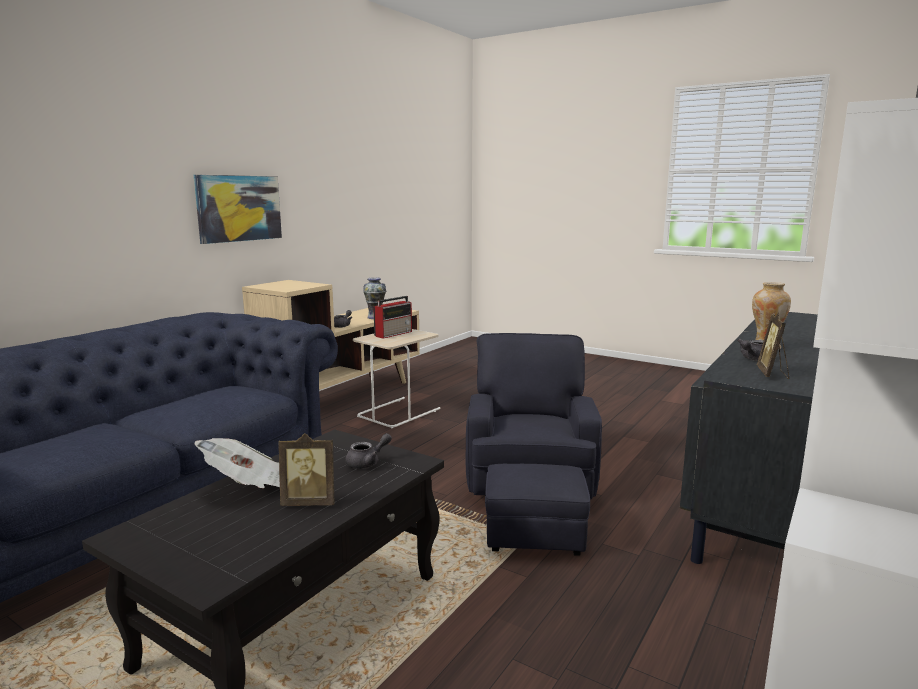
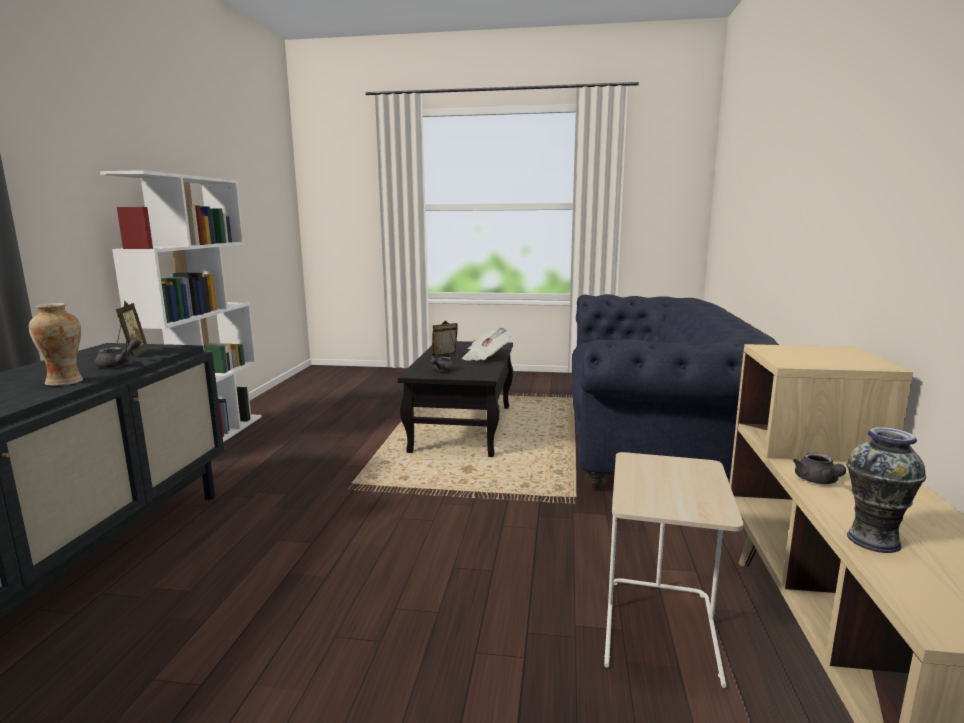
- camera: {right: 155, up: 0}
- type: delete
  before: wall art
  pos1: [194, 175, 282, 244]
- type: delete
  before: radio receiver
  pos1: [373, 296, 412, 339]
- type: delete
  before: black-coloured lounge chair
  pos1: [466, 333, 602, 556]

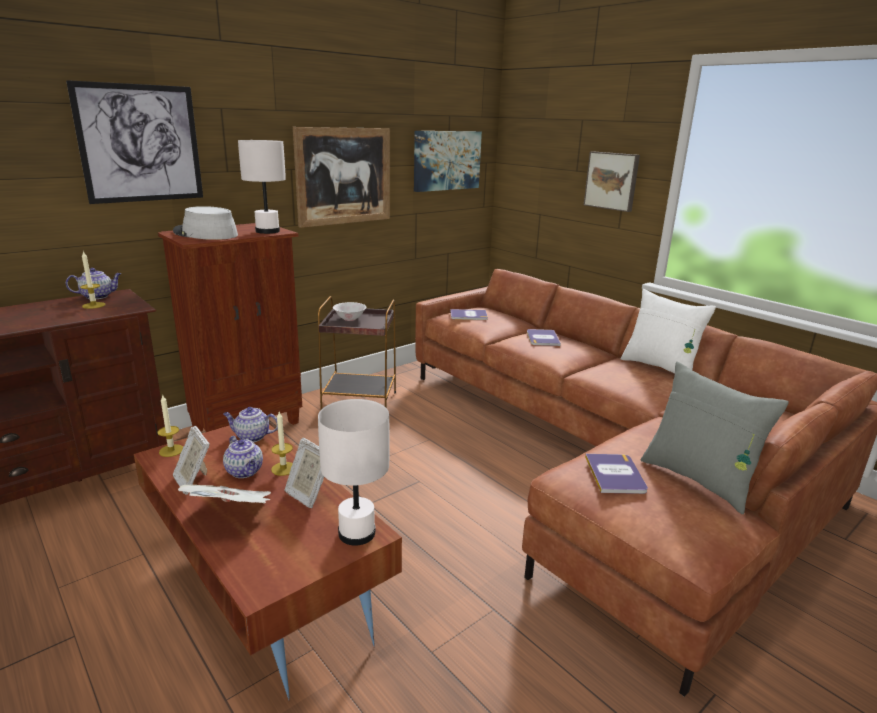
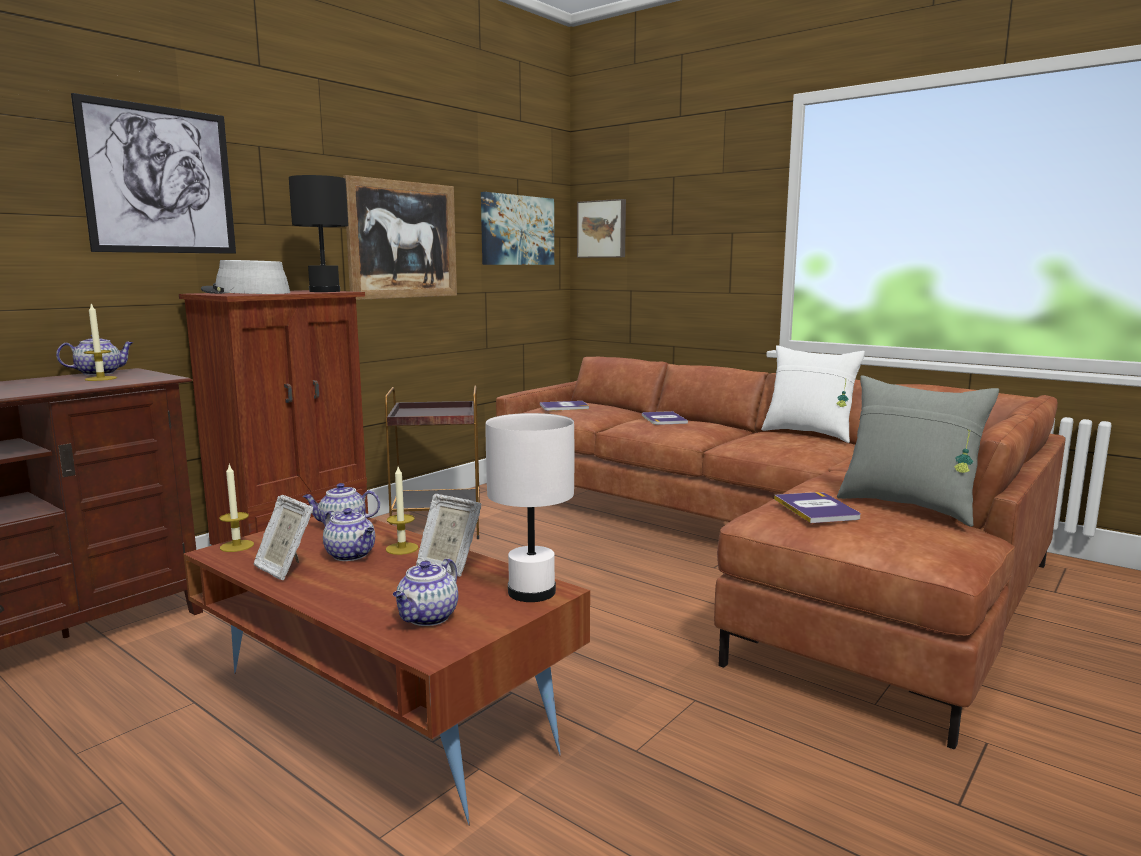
- camera: {right: -10, up: -10}
- type: delete
  before: daily paper
  pos1: [178, 485, 271, 503]
- type: recolor
  before: whitish table lamp
  after: black-coloured table lamp
  pos1: [238, 140, 286, 234]
  pos2: [289, 175, 348, 292]
- type: delete
  before: whitish bowl
  pos1: [333, 302, 367, 321]
- type: move
  before: wall art
  pos1: [584, 151, 640, 212]
  pos2: [577, 199, 626, 258]
- type: insert
  after: teapot
  pos2: [393, 558, 458, 626]

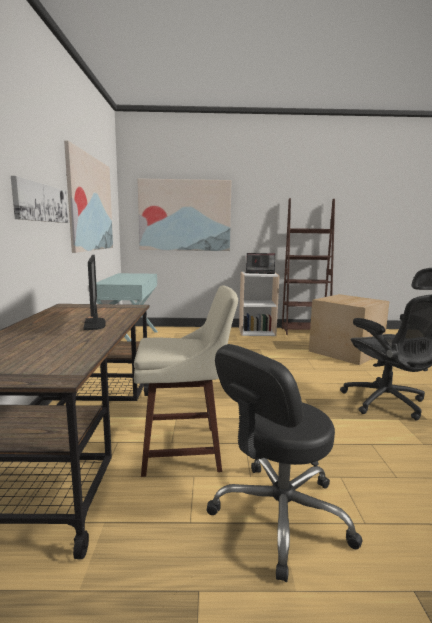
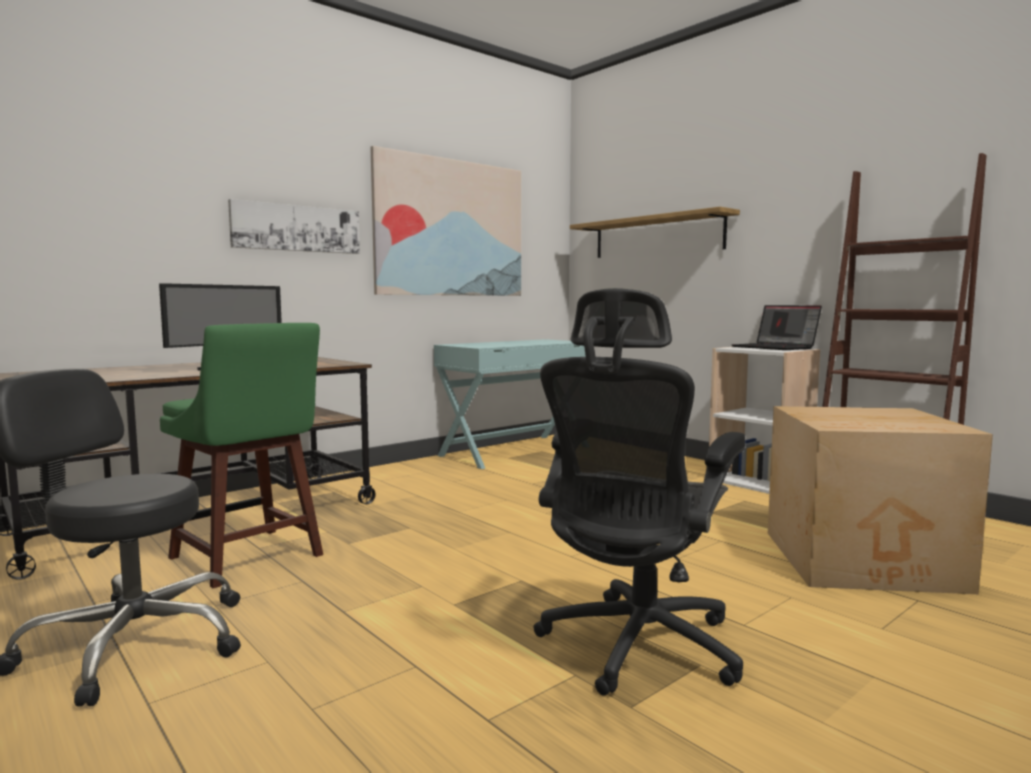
- camera: {right: 50, up: -5}
- type: recolor
  before: sand-coloured stool
  after: greenish stool
  pos1: [134, 285, 238, 477]
  pos2: [160, 323, 323, 588]
- type: replace
  before: wall art
  after: shelf
  pos1: [138, 179, 231, 251]
  pos2: [570, 207, 740, 258]

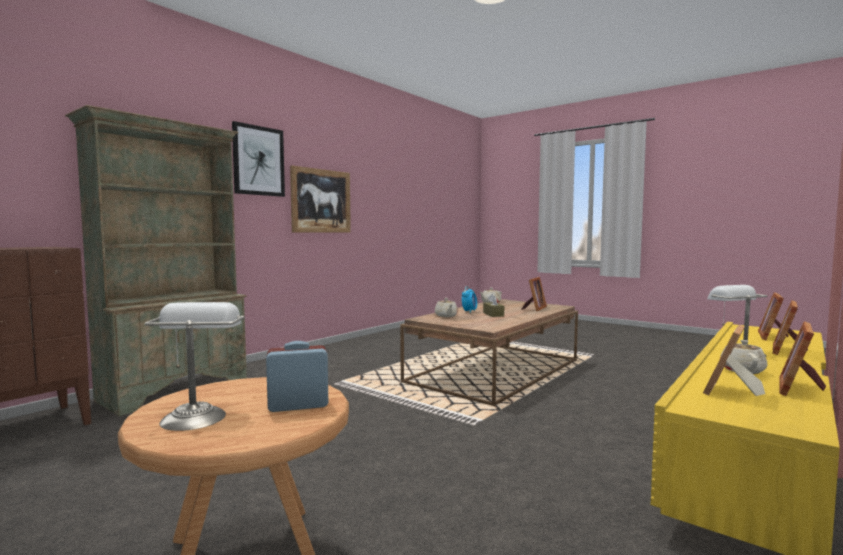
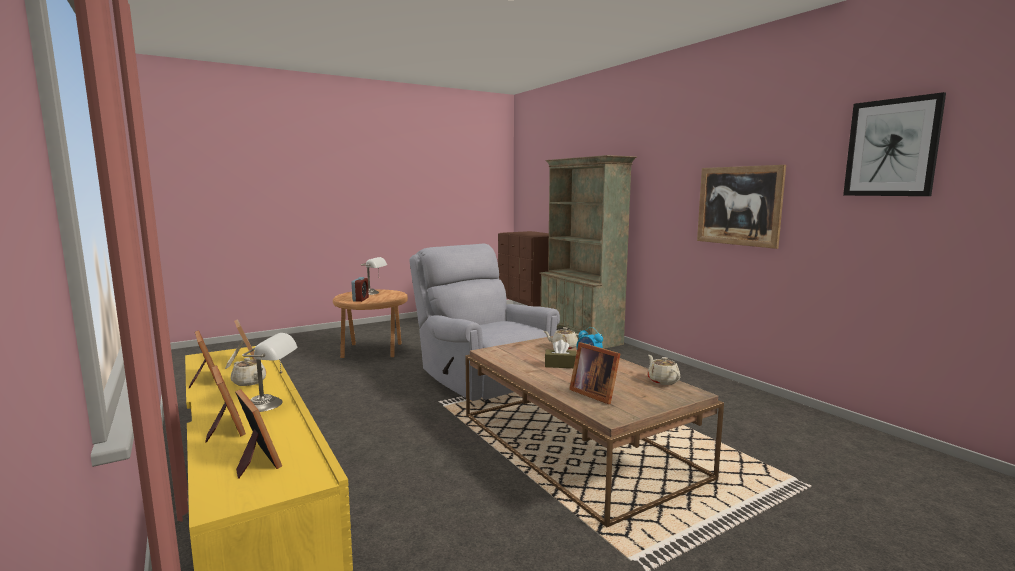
- camera: {right: 110, up: 5}
- type: move
  before: wall art
  pos1: [232, 121, 285, 197]
  pos2: [843, 92, 946, 196]
- type: insert
  after: greyish lounge chair
  pos2: [409, 244, 560, 403]

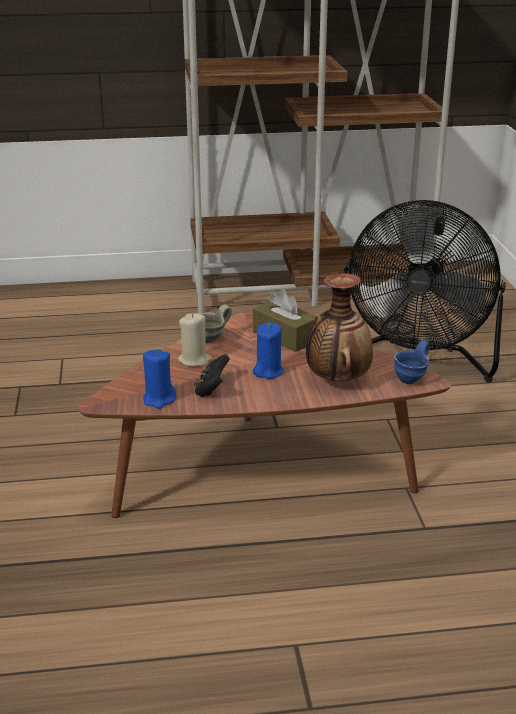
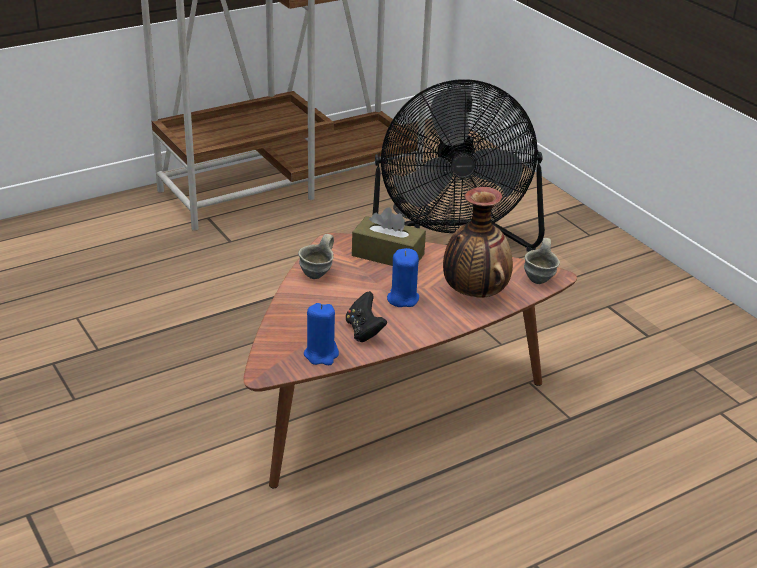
- camera: {right: -25, up: 5}
- type: delete
  before: sand-coloured wax light
  pos1: [178, 313, 212, 366]
- type: recolor
  before: blue-coloured mug
  after: greyish mug
  pos1: [394, 340, 430, 384]
  pos2: [524, 238, 560, 284]

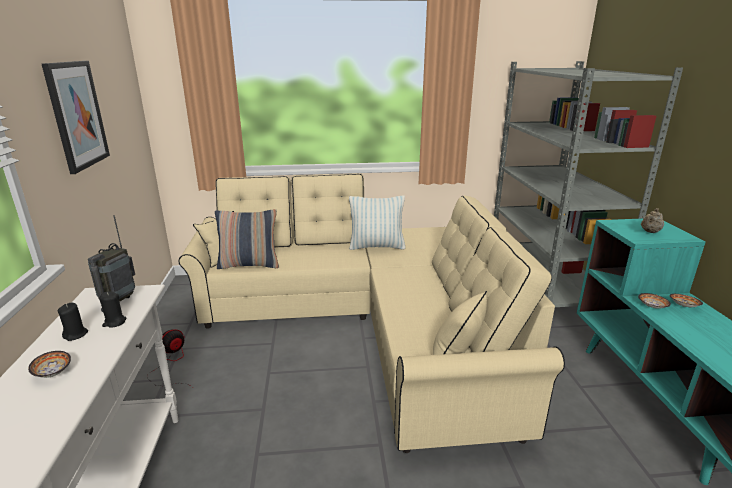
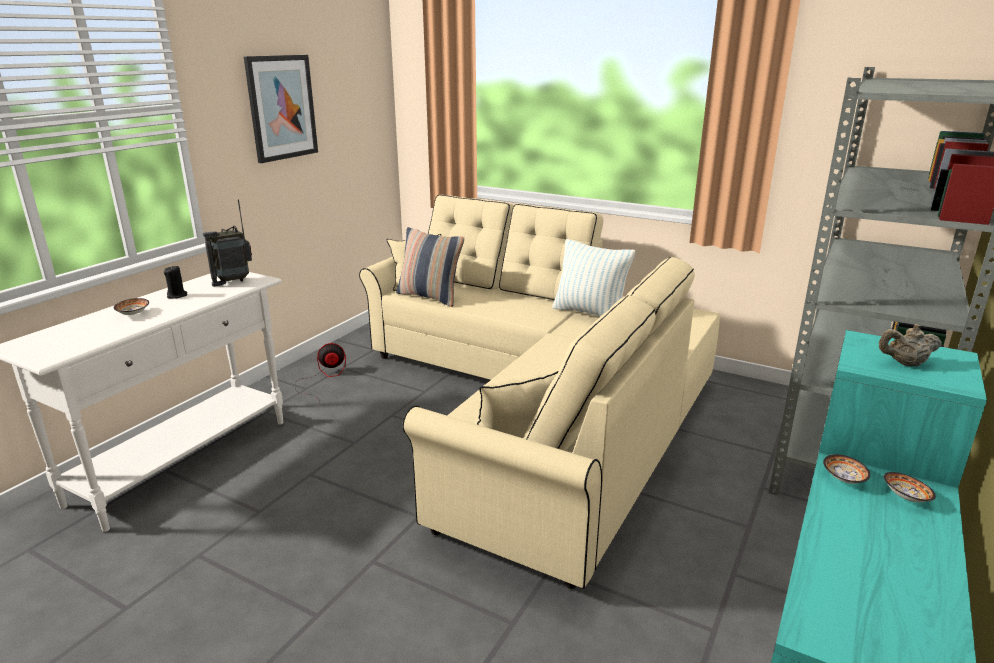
- camera: {right: 35, up: 0}
- type: delete
  before: black-coloured wax light
  pos1: [99, 292, 127, 327]

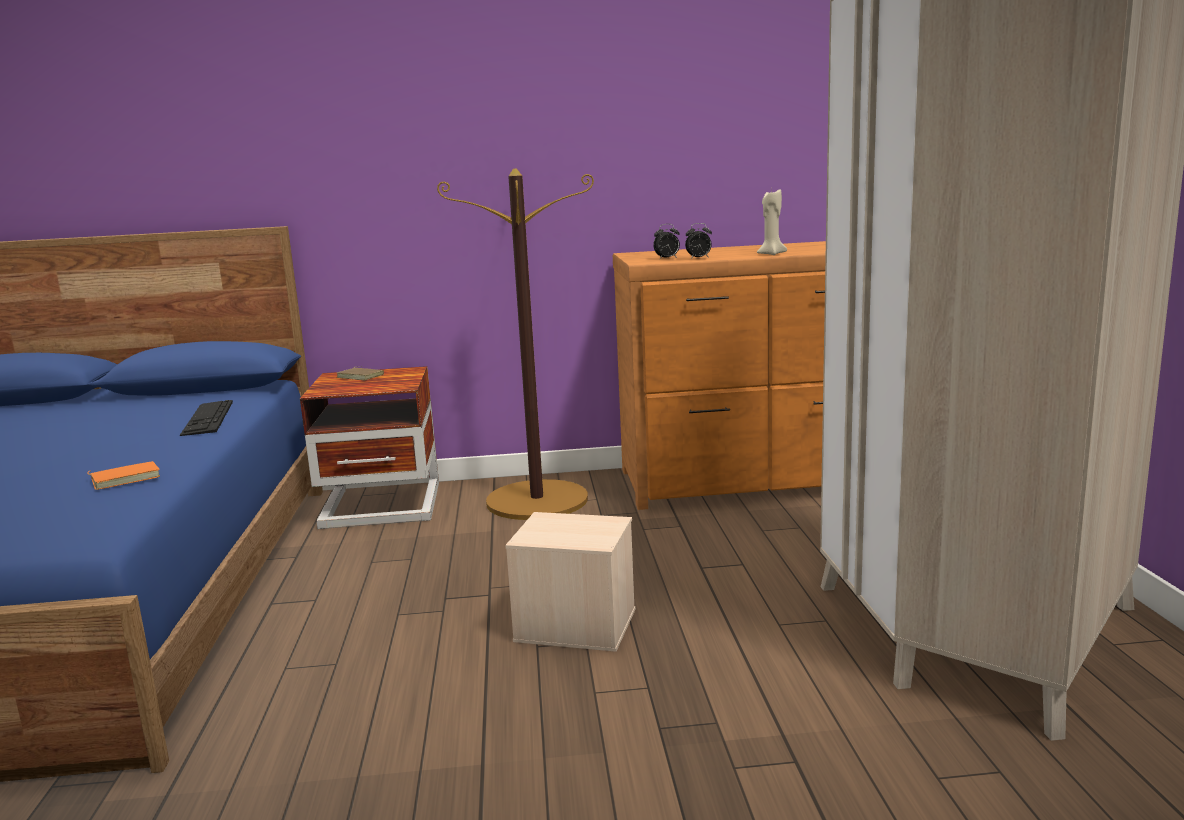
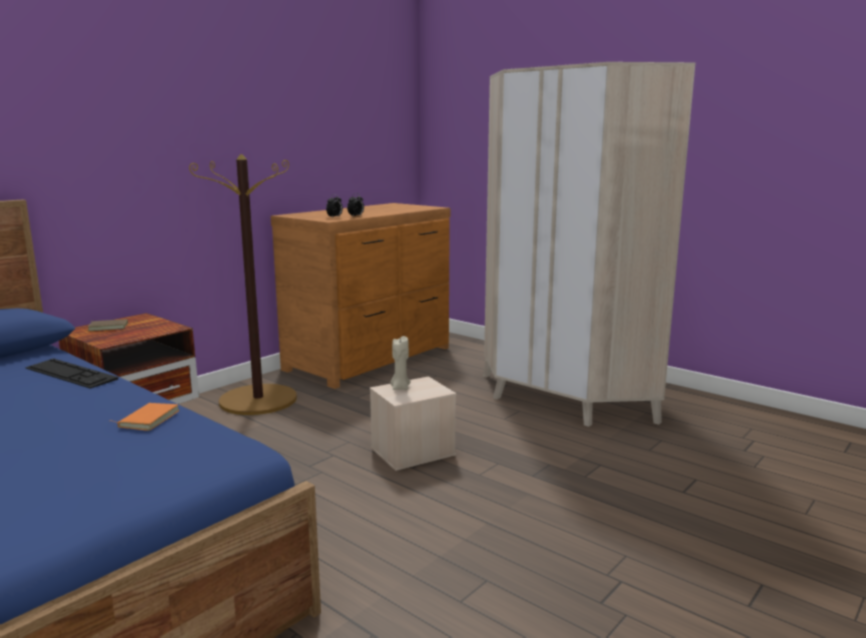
- camera: {right: -45, up: 0}
- type: move
  before: sand-coloured wax light
  pos1: [757, 189, 787, 255]
  pos2: [390, 336, 411, 390]

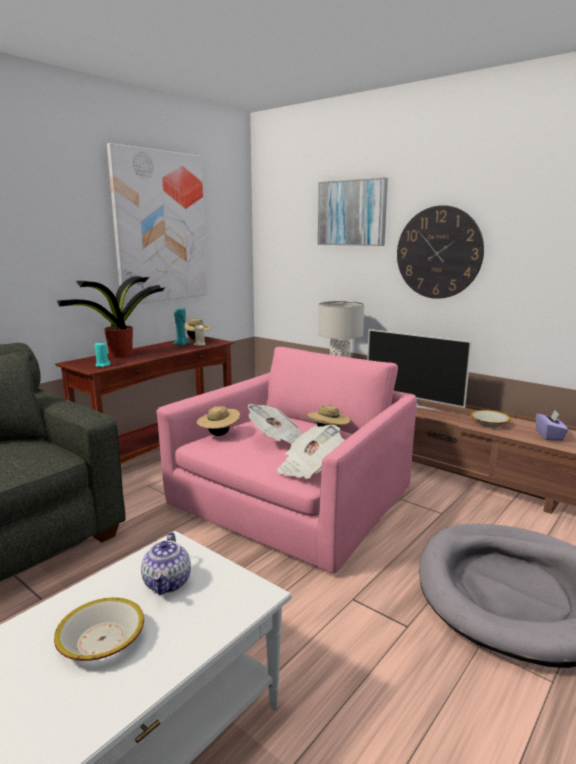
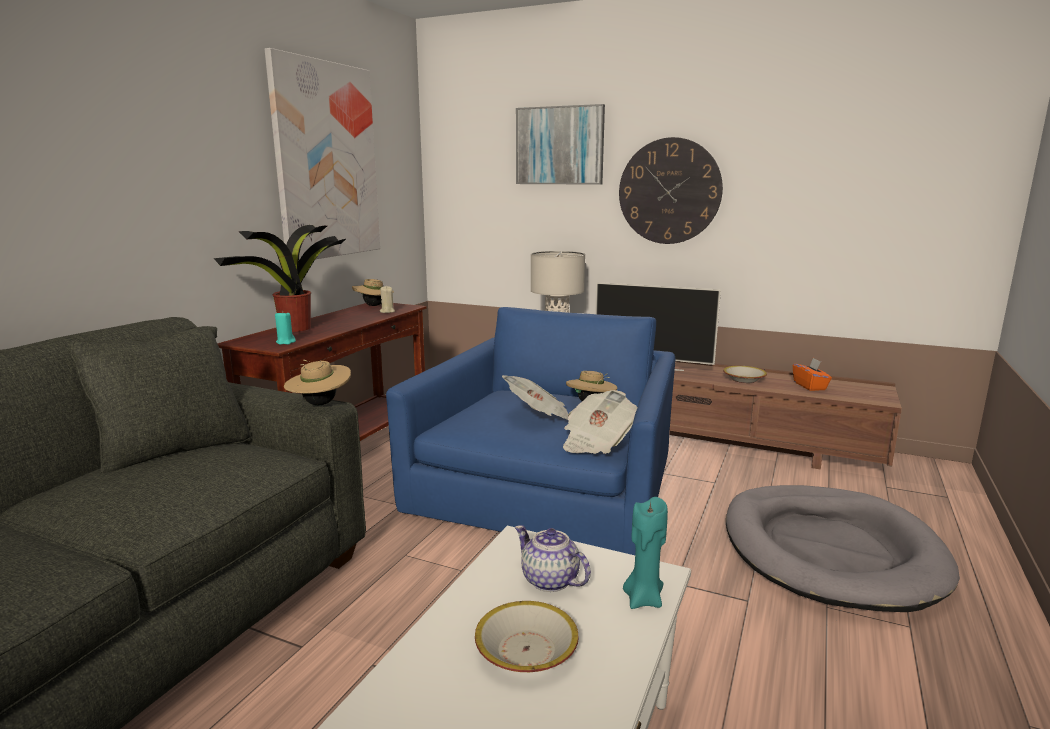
- camera: {right: -15, up: 0}
- type: rotate
  before: teapot
  pos1: [141, 532, 191, 595]
  pos2: [515, 525, 591, 592]
  turn: 150
- type: recolor
  before: pink lounge chair
  after: blue-coloured lounge chair
  pos1: [157, 347, 417, 573]
  pos2: [386, 307, 676, 555]
- type: move
  before: turquoise-coloured wax light
  pos1: [173, 307, 191, 346]
  pos2: [623, 497, 668, 609]
- type: move
  before: sand-coloured wearable hat
  pos1: [197, 405, 240, 436]
  pos2: [284, 360, 351, 405]
- type: recolor
  before: purple-coloured box of tissues
  after: orangey box of tissues
  pos1: [536, 410, 568, 441]
  pos2: [793, 358, 832, 391]

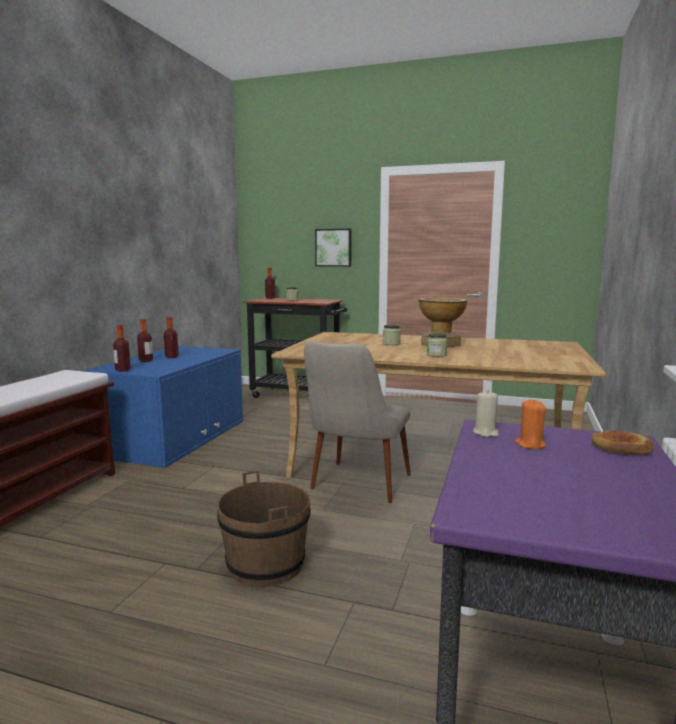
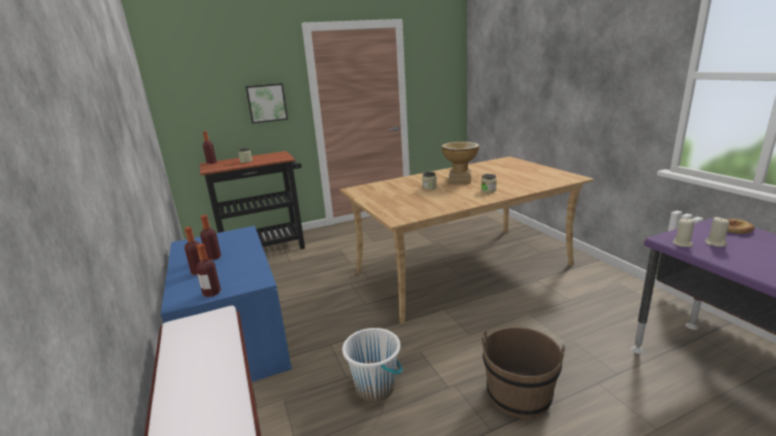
- camera: {right: -40, up: 10}
- type: delete
  before: sand-coloured upright chair
  pos1: [304, 341, 411, 503]
- type: recolor
  before: orangey wax light
  after: sand-coloured wax light
  pos1: [515, 399, 546, 449]
  pos2: [705, 217, 729, 247]
- type: insert
  after: whitish water bucket
  pos2: [342, 328, 402, 402]

